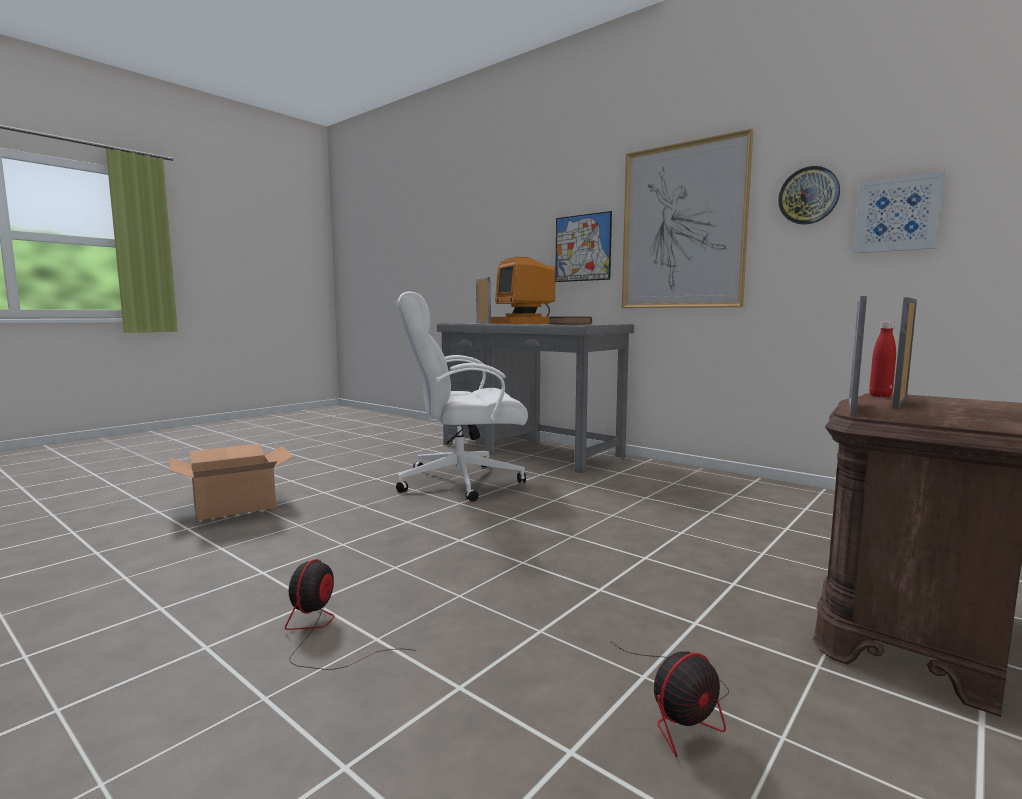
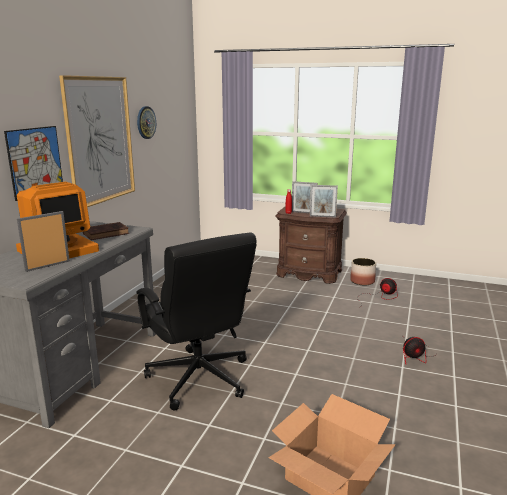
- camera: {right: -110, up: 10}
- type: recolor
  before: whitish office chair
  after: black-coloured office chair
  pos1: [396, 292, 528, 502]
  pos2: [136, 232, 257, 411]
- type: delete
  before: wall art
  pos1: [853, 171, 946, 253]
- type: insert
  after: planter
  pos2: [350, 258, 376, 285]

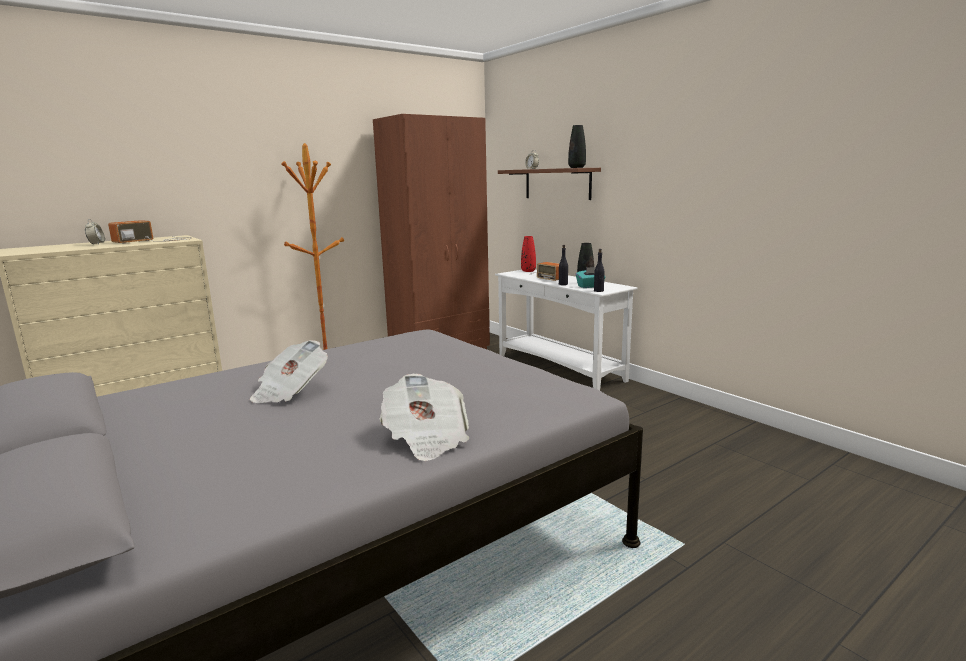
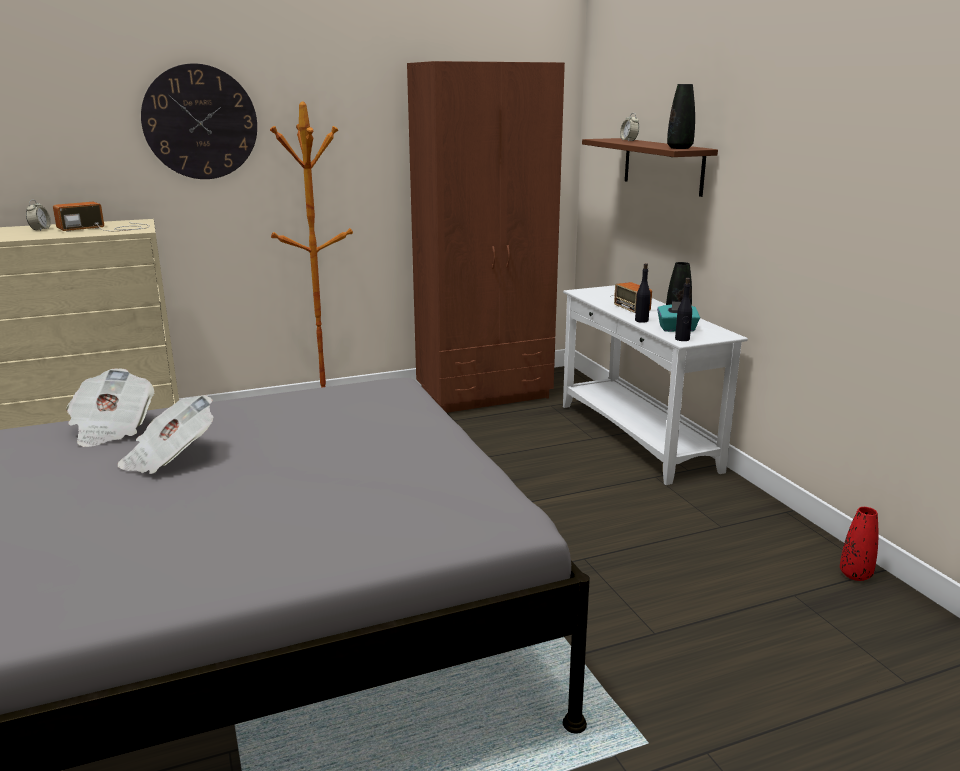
- camera: {right: 15, up: 5}
- type: move
  before: daily paper
  pos1: [380, 374, 469, 461]
  pos2: [67, 368, 154, 447]
- type: move
  before: red flower vase
  pos1: [521, 236, 536, 272]
  pos2: [840, 507, 878, 581]
- type: insert
  after: hanging clock
  pos2: [141, 63, 257, 179]

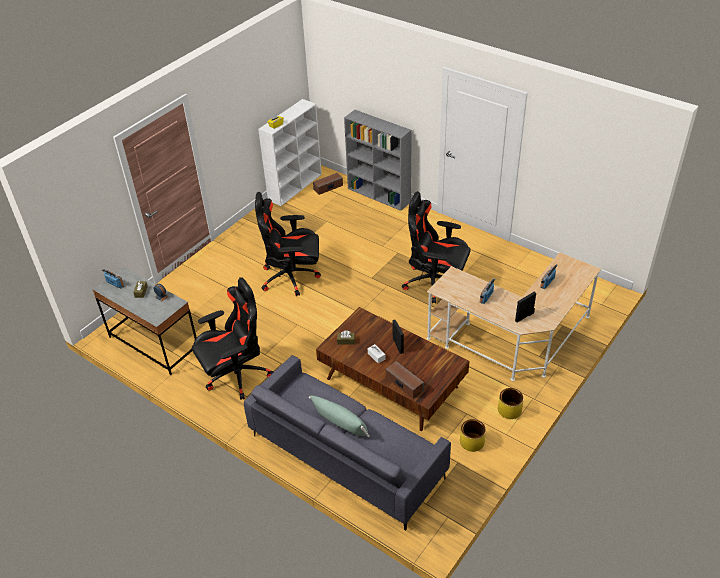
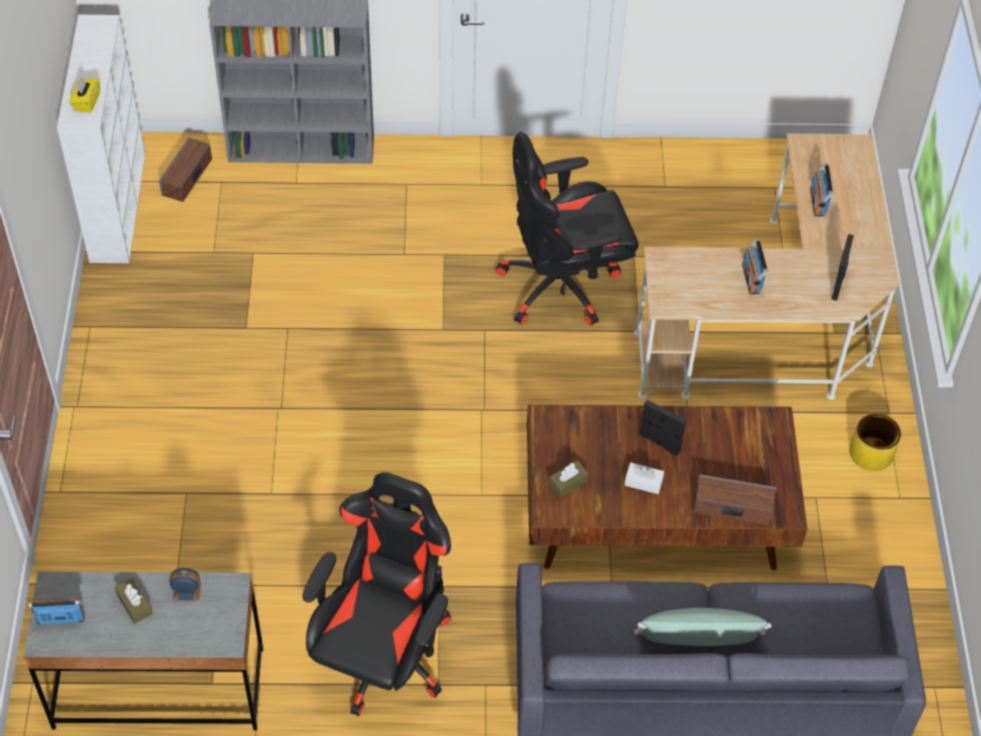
- camera: {right: -40, up: 10}
- type: delete
  before: black-coloured office chair
  pos1: [255, 191, 321, 296]
- type: delete
  before: yellow planter
  pos1: [460, 419, 486, 452]

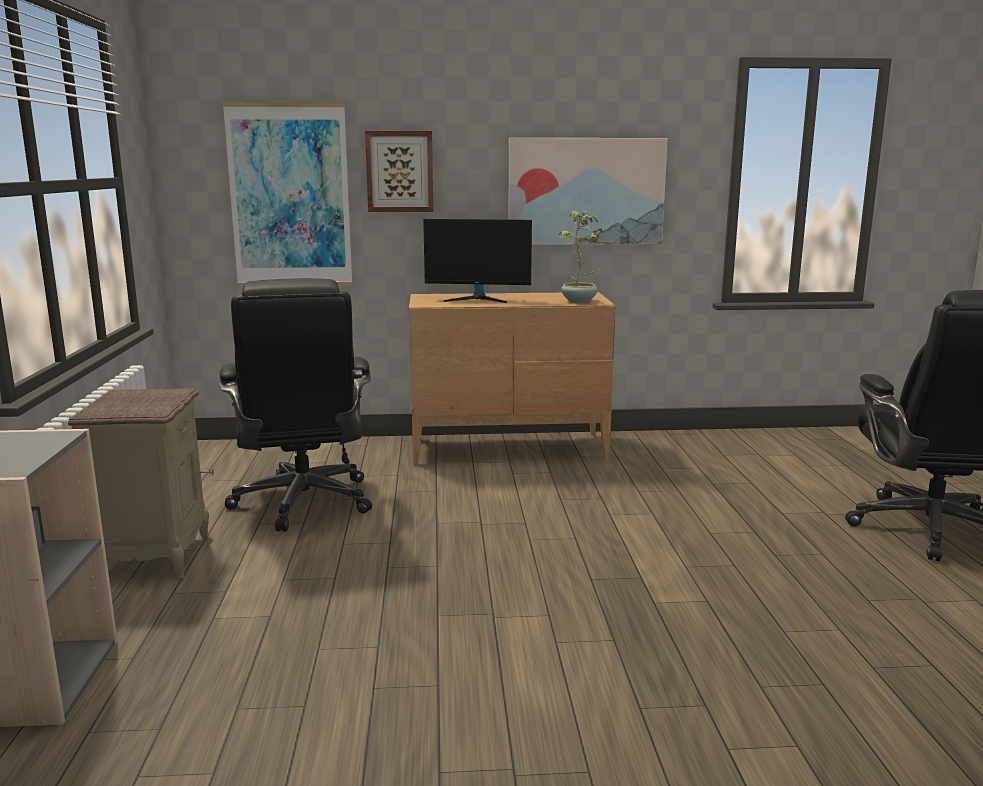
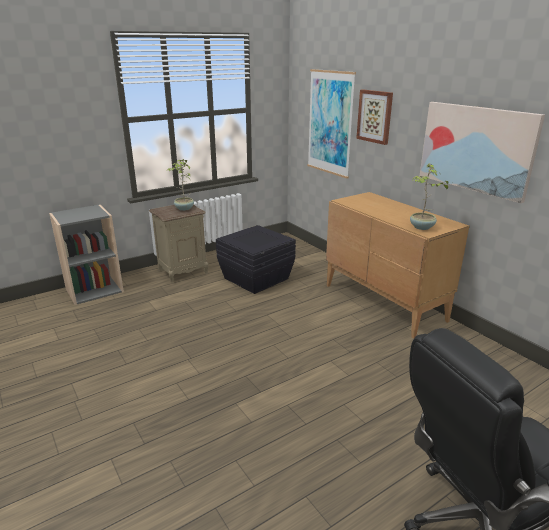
- camera: {right: 60, up: 10}
- type: replace
  before: black-coloured office chair
  after: black-coloured storage container
  pos1: [220, 278, 372, 531]
  pos2: [216, 225, 296, 294]
- type: delete
  before: computer screen
  pos1: [423, 219, 532, 303]
- type: insert
  after: potted plant
  pos2: [166, 159, 194, 211]

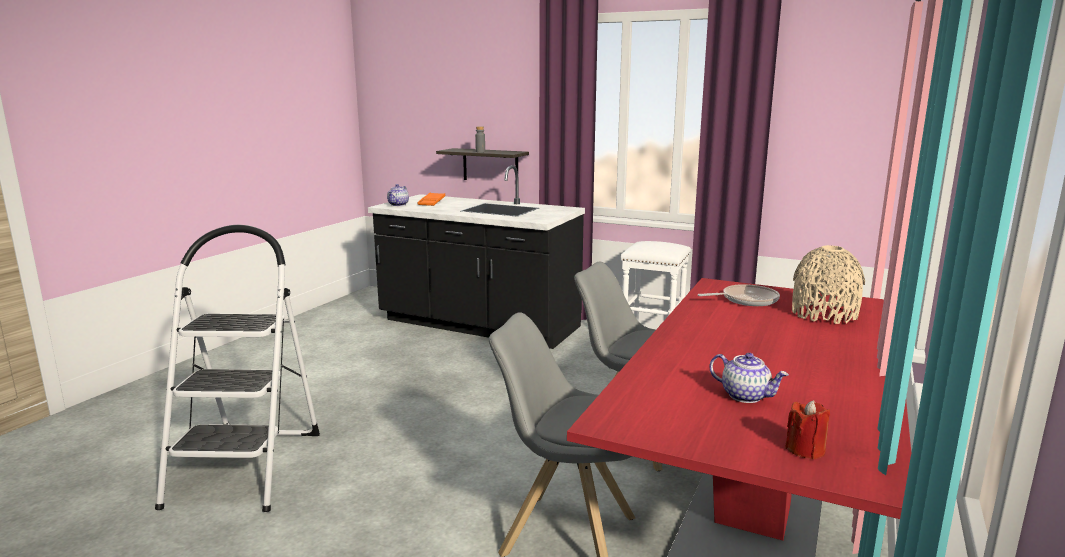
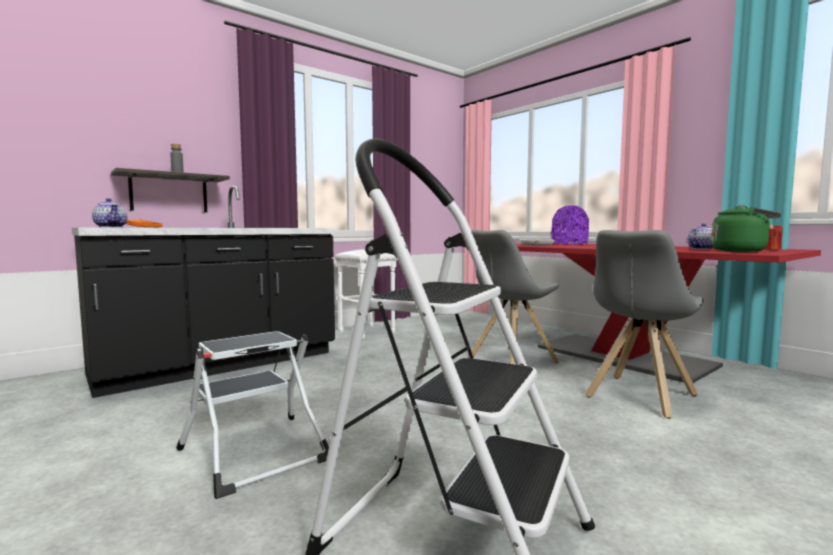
- camera: {right: -65, up: -10}
- type: recolor
  before: sand-coloured flower vase
  after: purple-coloured flower vase
  pos1: [792, 245, 865, 324]
  pos2: [551, 205, 589, 245]
- type: insert
  after: stepladder
  pos2: [176, 331, 329, 499]
- type: insert
  after: greenish water kettle
  pos2: [711, 205, 781, 252]

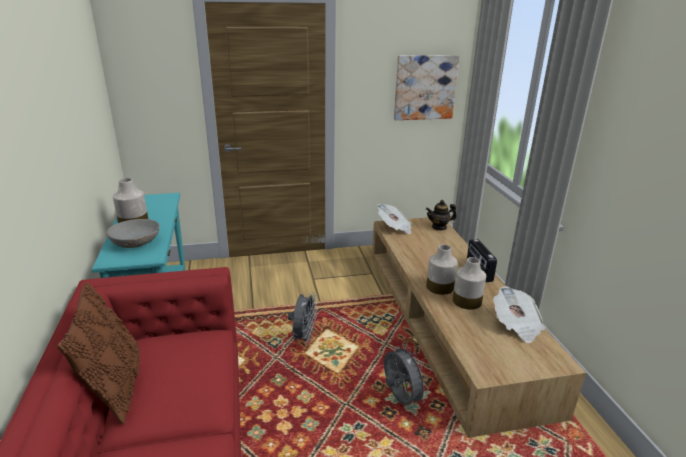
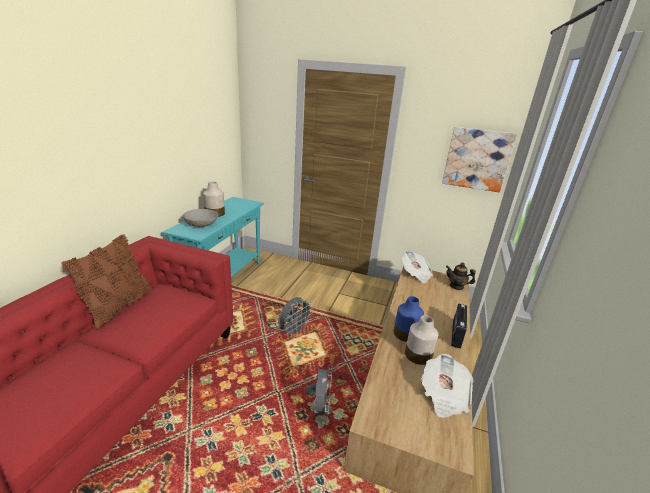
- camera: {right: 30, up: 0}
- type: recolor
  before: sand-coloured flower vase
  after: blue-coloured flower vase
  pos1: [426, 245, 457, 295]
  pos2: [393, 296, 424, 342]

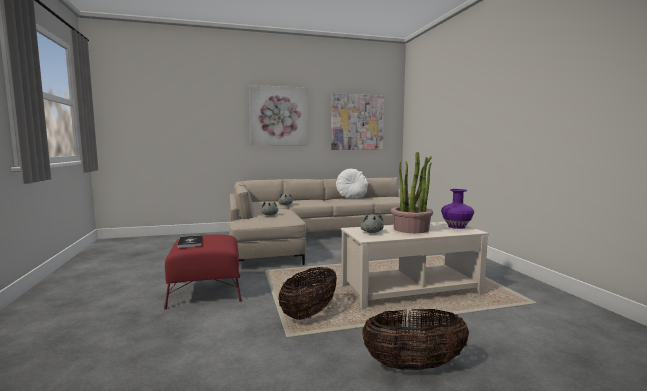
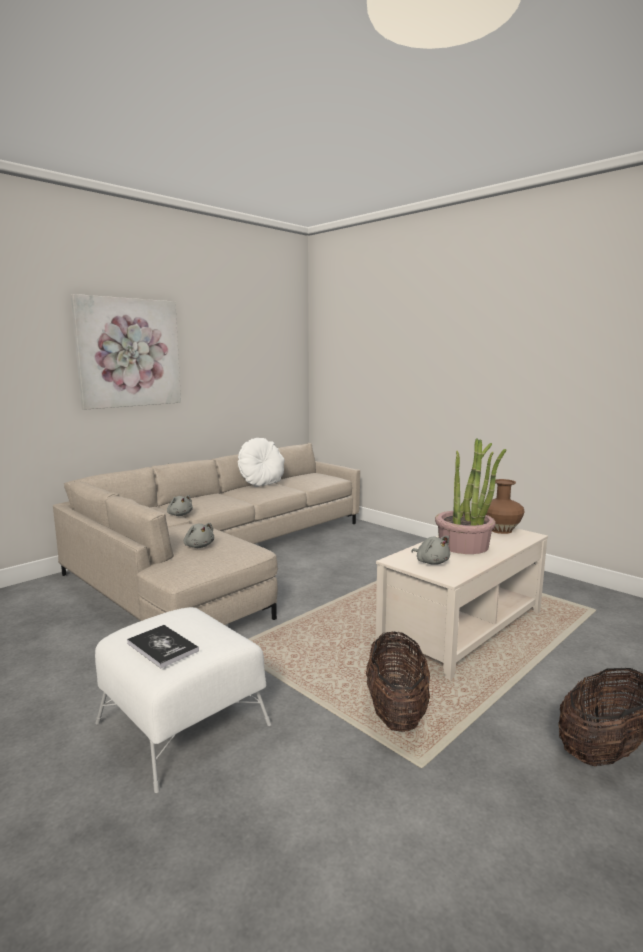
- camera: {right: -30, up: 5}
- type: recolor
  before: red footrest
  after: whitish footrest
  pos1: [164, 234, 242, 309]
  pos2: [95, 607, 272, 793]
- type: delete
  before: wall art
  pos1: [331, 93, 384, 150]
- type: recolor
  before: purple-coloured flower vase
  after: brown flower vase
  pos1: [441, 189, 474, 229]
  pos2: [486, 479, 525, 534]

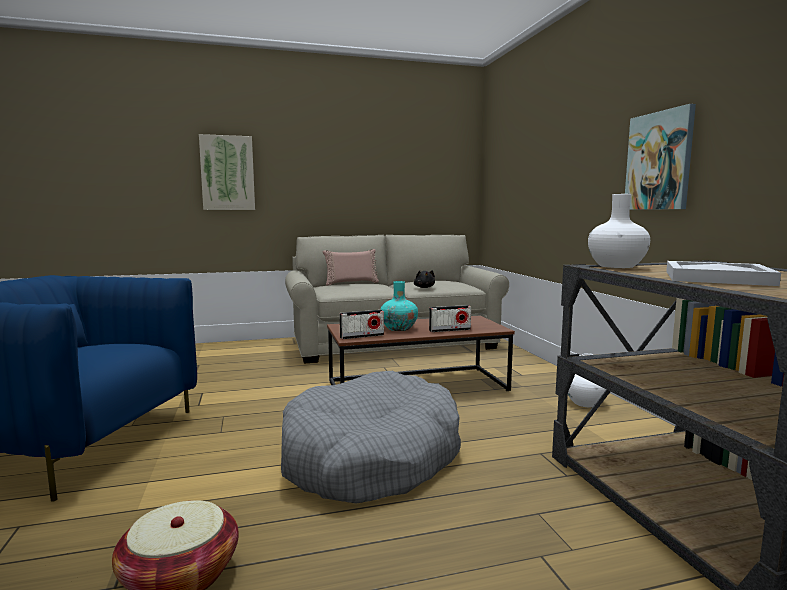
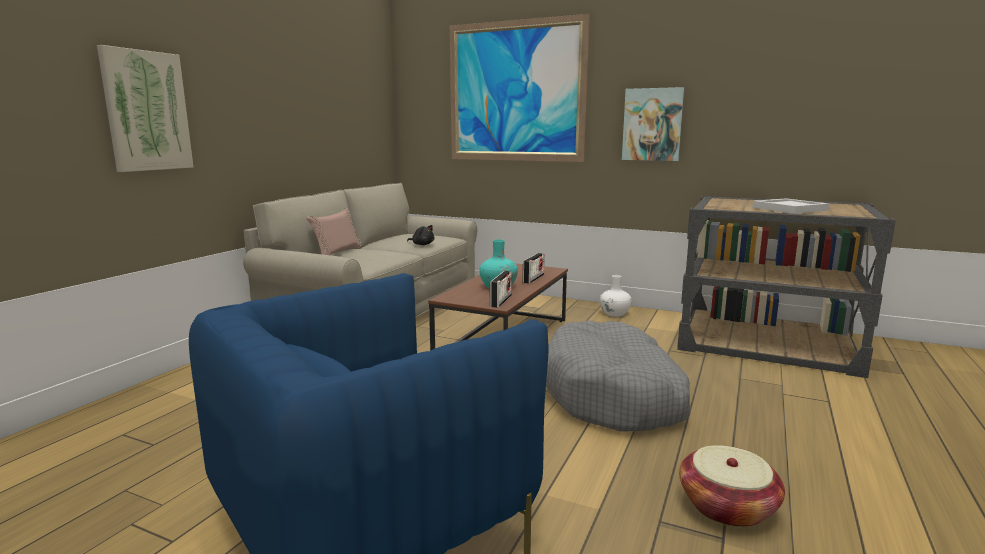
- camera: {right: -50, up: 5}
- type: delete
  before: whitish flower vase
  pos1: [588, 194, 650, 268]
- type: insert
  after: wall art
  pos2: [450, 14, 590, 162]

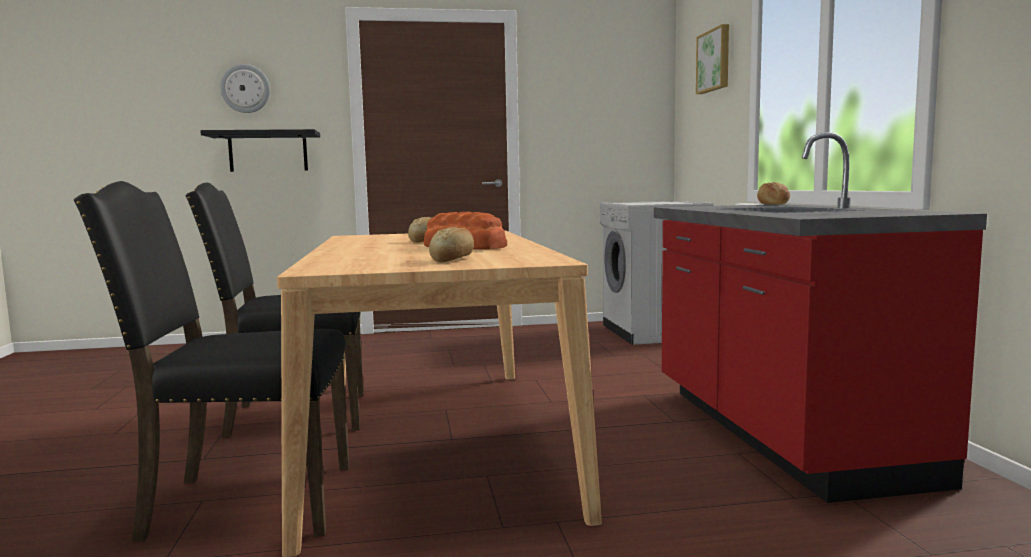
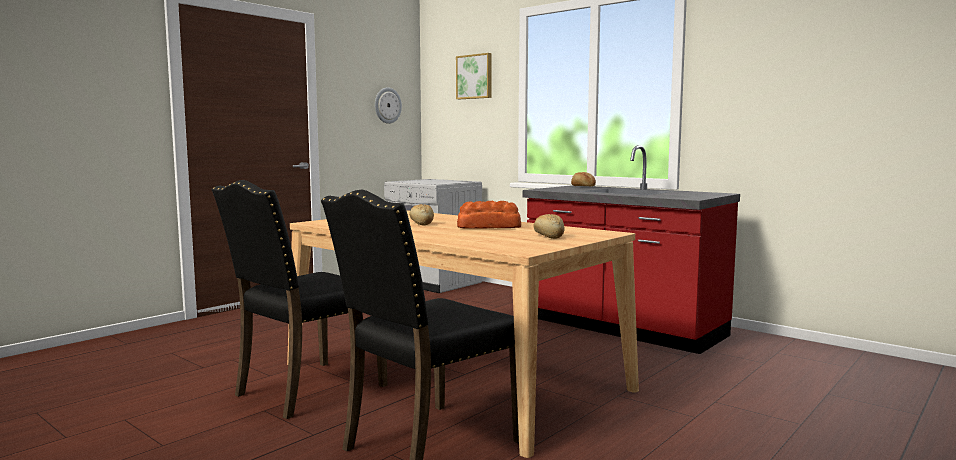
- camera: {right: -40, up: 0}
- type: delete
  before: black-coloured shelf
  pos1: [200, 129, 320, 172]
- type: move
  before: hanging clock
  pos1: [220, 64, 270, 113]
  pos2: [375, 87, 402, 124]

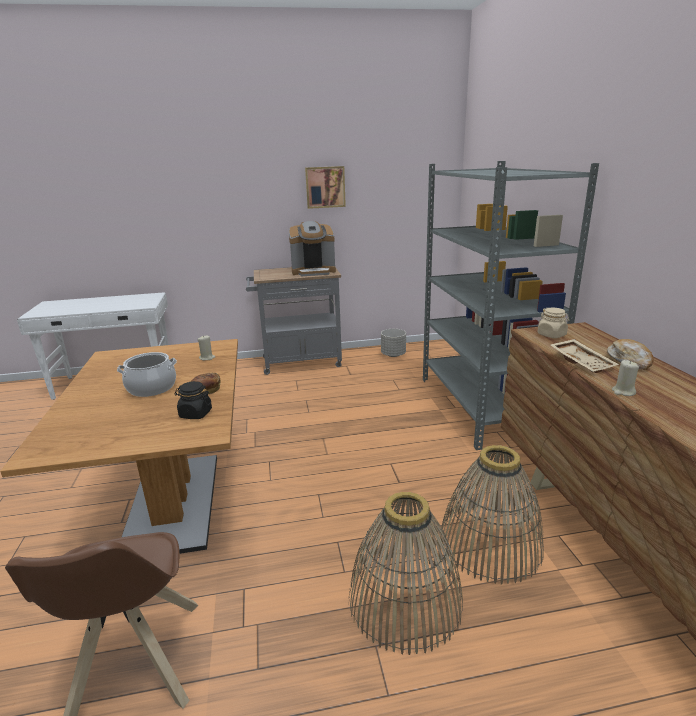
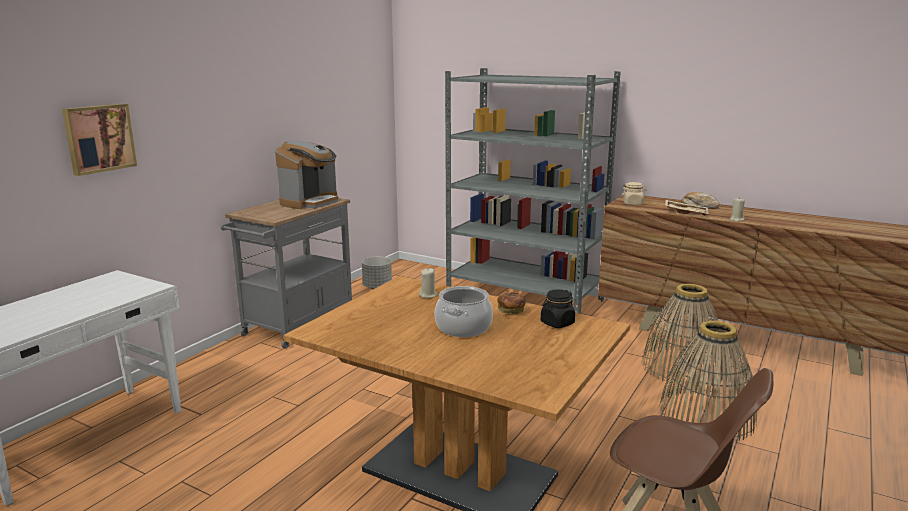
- camera: {right: -50, up: -5}
- type: move
  before: wall art
  pos1: [305, 166, 346, 209]
  pos2: [62, 104, 137, 176]

